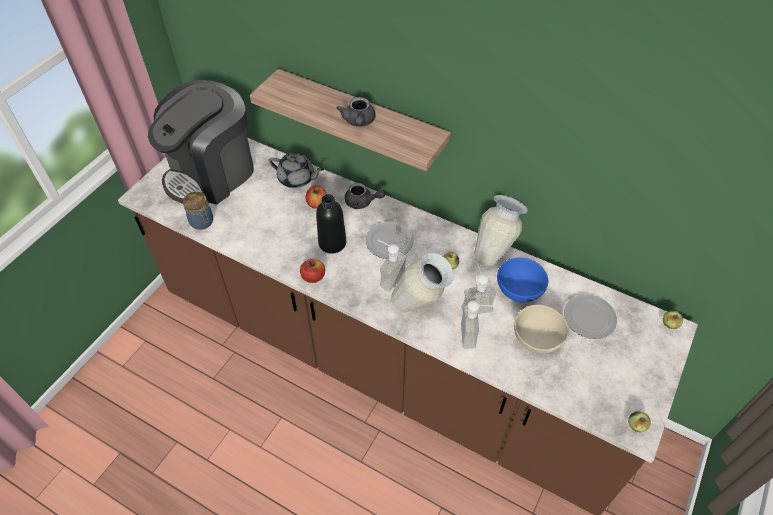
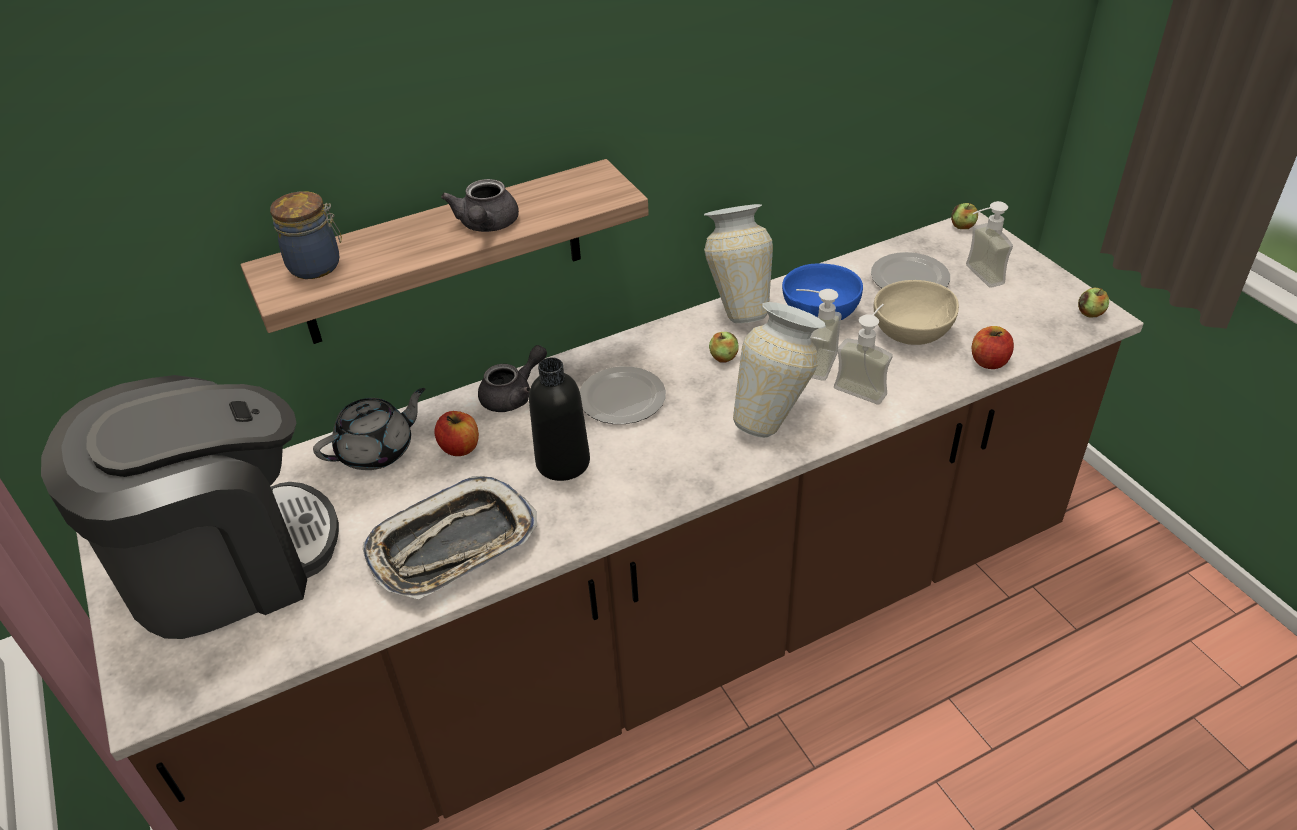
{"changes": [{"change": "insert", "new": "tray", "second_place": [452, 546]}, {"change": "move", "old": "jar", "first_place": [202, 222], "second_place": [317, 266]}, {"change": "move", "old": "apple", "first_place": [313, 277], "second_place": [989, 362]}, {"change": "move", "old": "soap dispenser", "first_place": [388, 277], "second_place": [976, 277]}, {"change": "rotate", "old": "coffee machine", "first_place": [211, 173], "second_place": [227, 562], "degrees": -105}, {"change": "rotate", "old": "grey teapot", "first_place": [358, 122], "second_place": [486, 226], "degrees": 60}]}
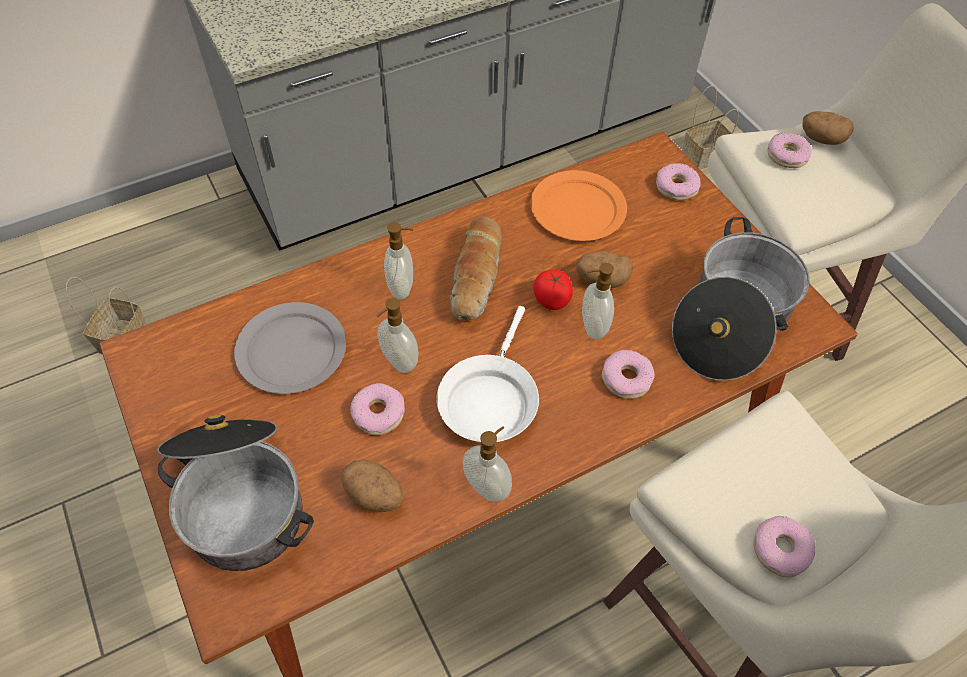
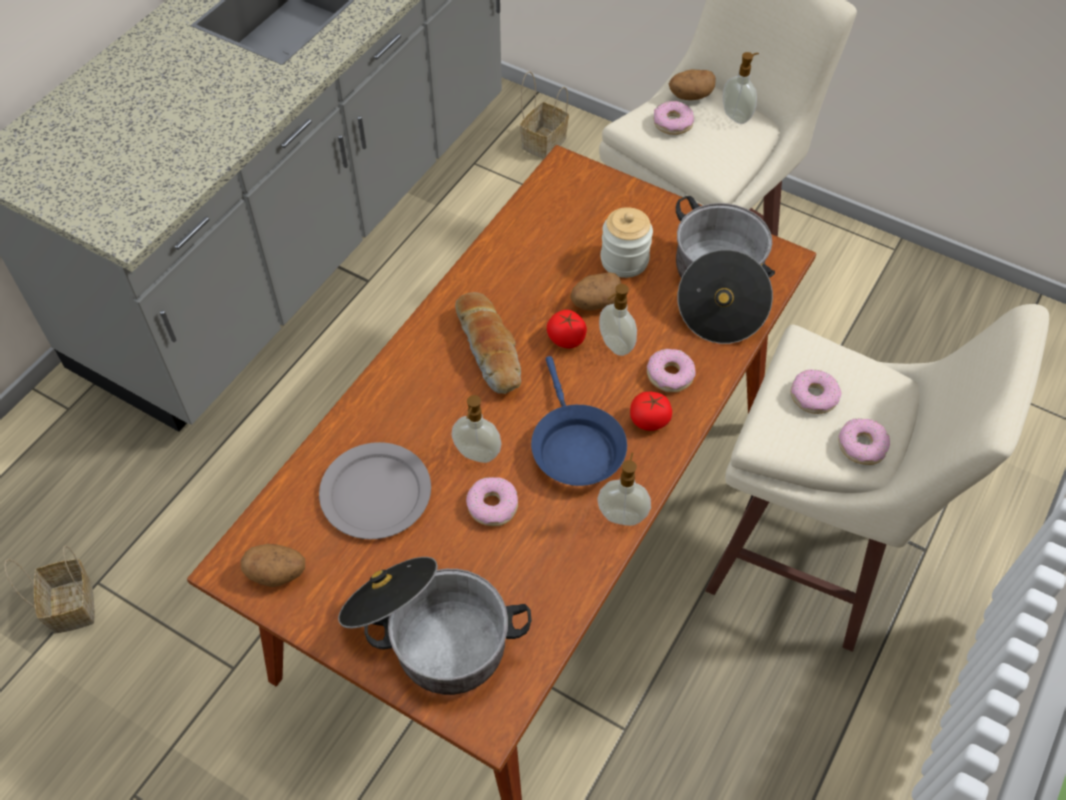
{"changes": [{"change": "delete", "old": "orange plate", "first_place": [578, 209]}, {"change": "insert", "new": "jar", "second_place": [624, 260]}, {"change": "insert", "new": "tomato", "second_place": [649, 420]}, {"change": "move", "old": "potato", "first_place": [375, 495], "second_place": [277, 573]}, {"change": "move", "old": "soap dispenser", "first_place": [402, 287], "second_place": [737, 116]}, {"change": "move", "old": "donut", "first_place": [676, 187], "second_place": [814, 396]}, {"change": "recolor", "old": "white frying pan", "new": "blue frying pan", "first_place": [489, 399], "second_place": [574, 447]}]}
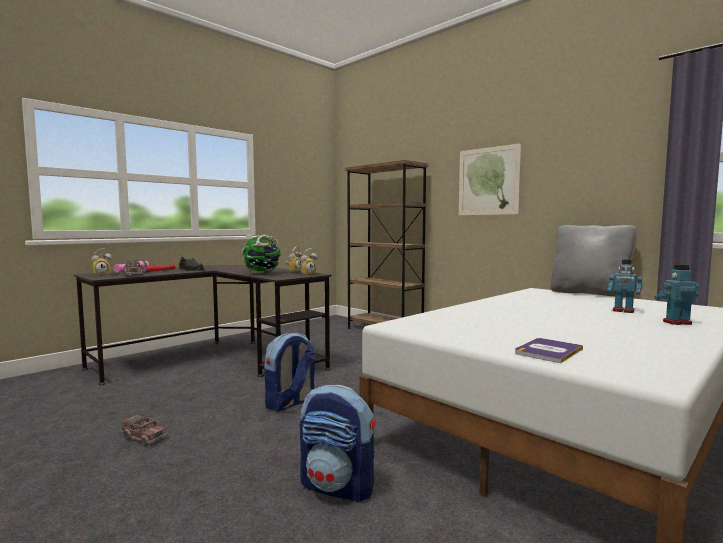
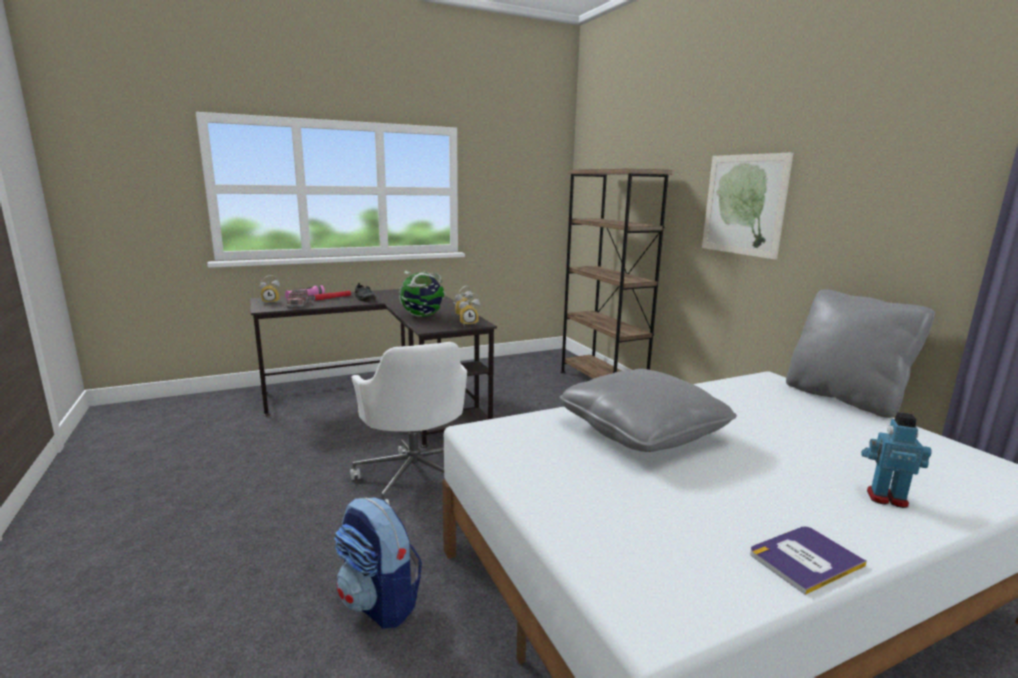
{"changes": [{"change": "delete", "old": "toy truck", "first_place": [143, 437]}, {"change": "delete", "old": "toy robot", "first_place": [623, 311]}, {"change": "insert", "new": "grey pillow", "second_place": [642, 431]}, {"change": "move", "old": "book", "first_place": [548, 351], "second_place": [805, 559]}, {"change": "replace", "old": "backpack", "new": "white office chair", "first_place": [290, 403], "second_place": [415, 476]}]}
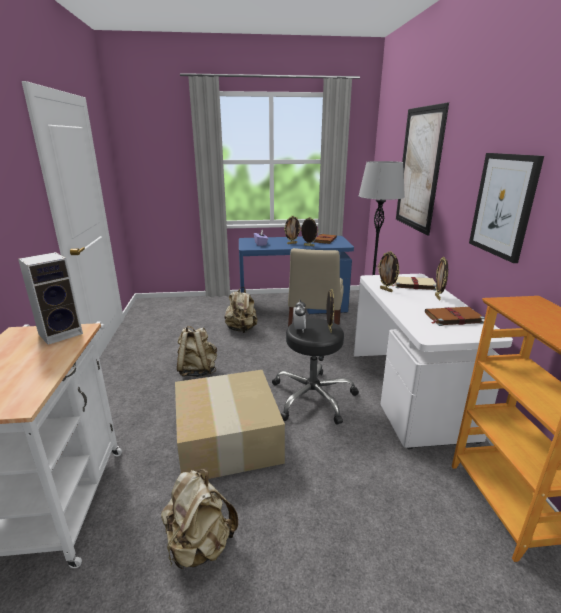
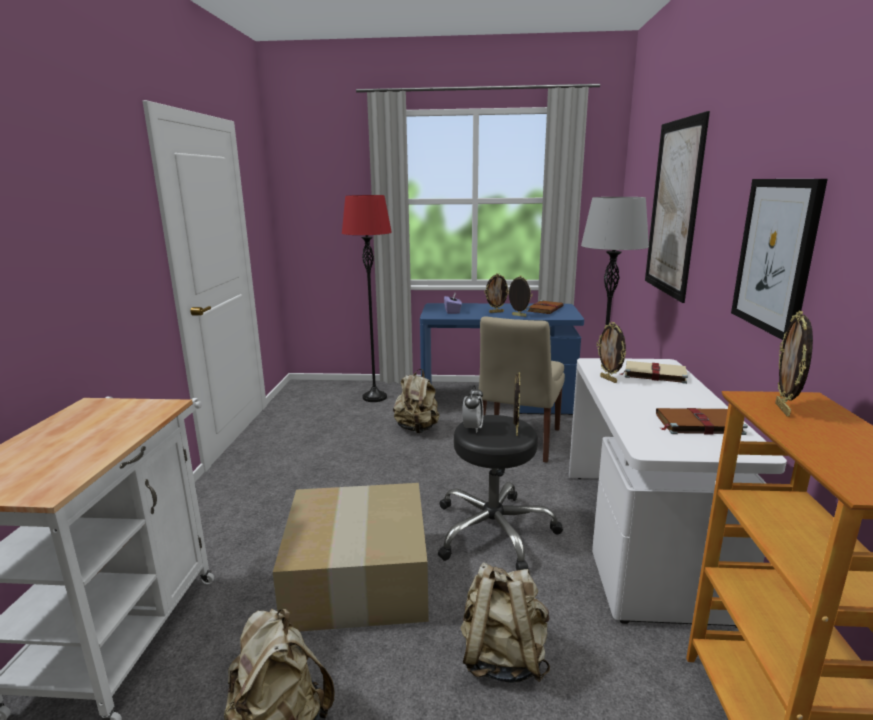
{"changes": [{"change": "delete", "old": "speaker", "first_place": [62, 333]}, {"change": "insert", "new": "red floor lamp", "second_place": [374, 397]}, {"change": "move", "old": "beige backpack", "first_place": [197, 371], "second_place": [502, 657]}, {"change": "move", "old": "picture frame", "first_place": [438, 297], "second_place": [784, 410]}]}
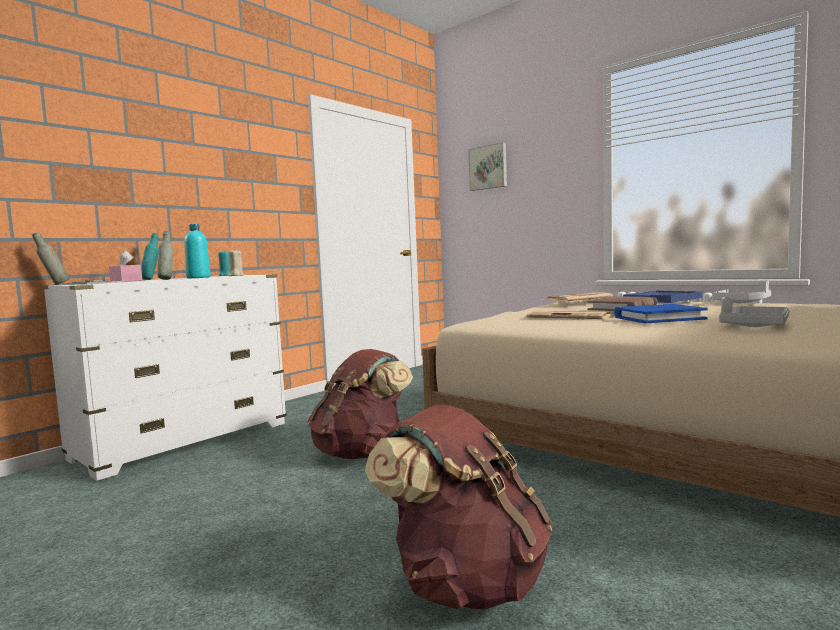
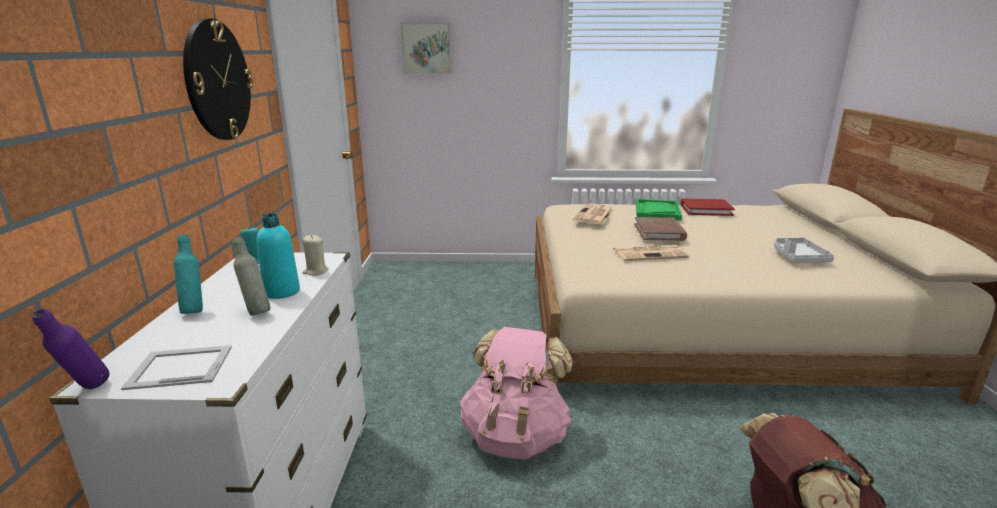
{"changes": [{"change": "delete", "old": "pink tissue box", "first_place": [126, 281]}, {"change": "delete", "old": "blue book", "first_place": [658, 318]}, {"change": "insert", "new": "wall clock", "second_place": [217, 81]}, {"change": "replace", "old": "grey tray", "new": "red book", "first_place": [742, 303], "second_place": [705, 210]}, {"change": "recolor", "old": "grey bottle", "new": "purple bottle", "first_place": [53, 284], "second_place": [86, 391]}, {"change": "recolor", "old": "brown backpack", "new": "pink backpack", "first_place": [361, 453], "second_place": [516, 436]}, {"change": "recolor", "old": "blue tray", "new": "green tray", "first_place": [662, 299], "second_place": [657, 211]}]}
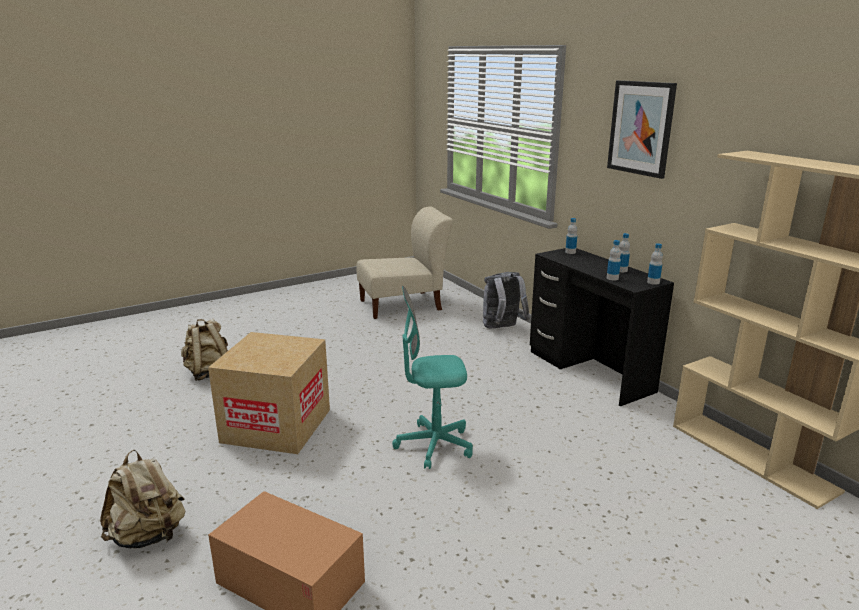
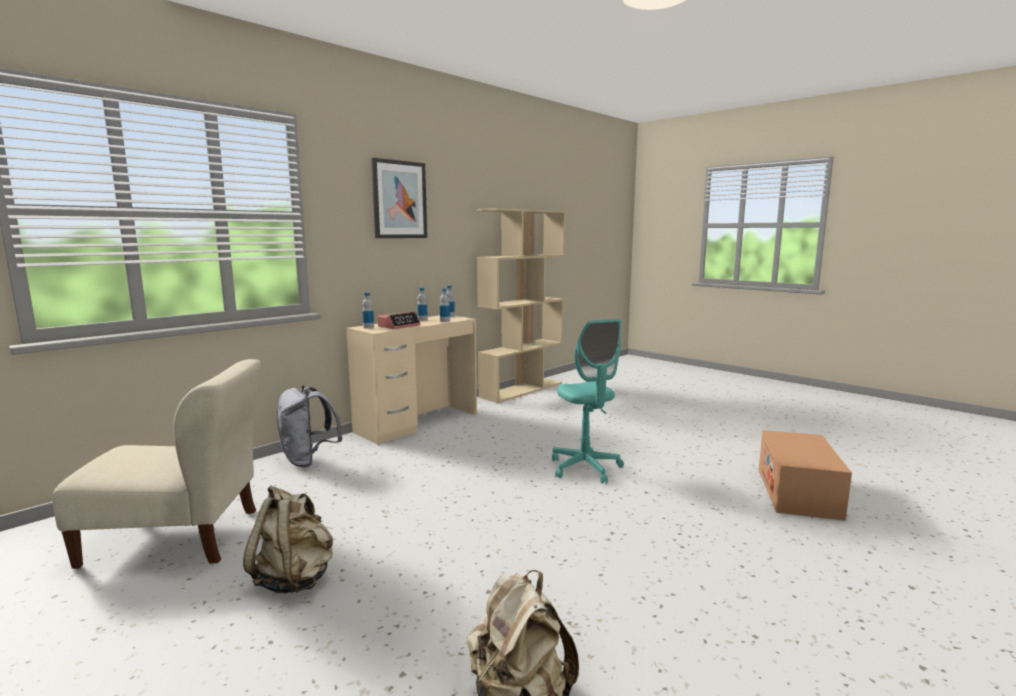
{"changes": [{"change": "delete", "old": "cardboard box", "first_place": [276, 425]}, {"change": "insert", "new": "alarm clock", "second_place": [399, 326]}, {"change": "move", "old": "beige backpack", "first_place": [149, 536], "second_place": [294, 579]}, {"change": "recolor", "old": "black desk", "new": "beige desk", "first_place": [590, 371], "second_place": [417, 423]}, {"change": "rotate", "old": "beige chair", "first_place": [404, 305], "second_place": [179, 538], "degrees": 120}]}
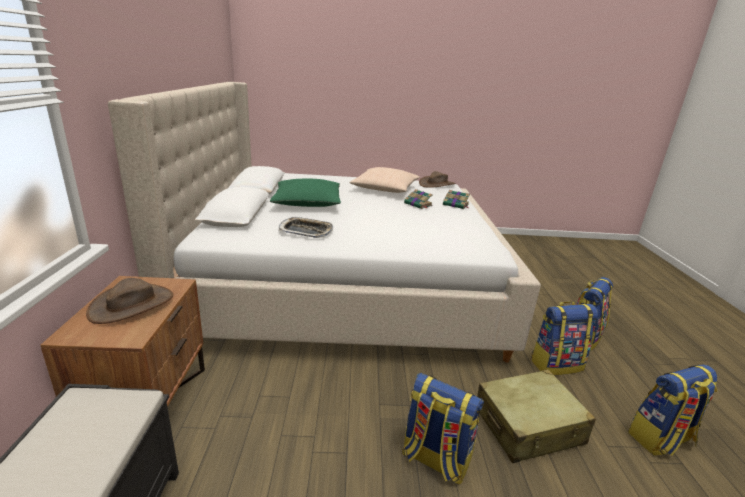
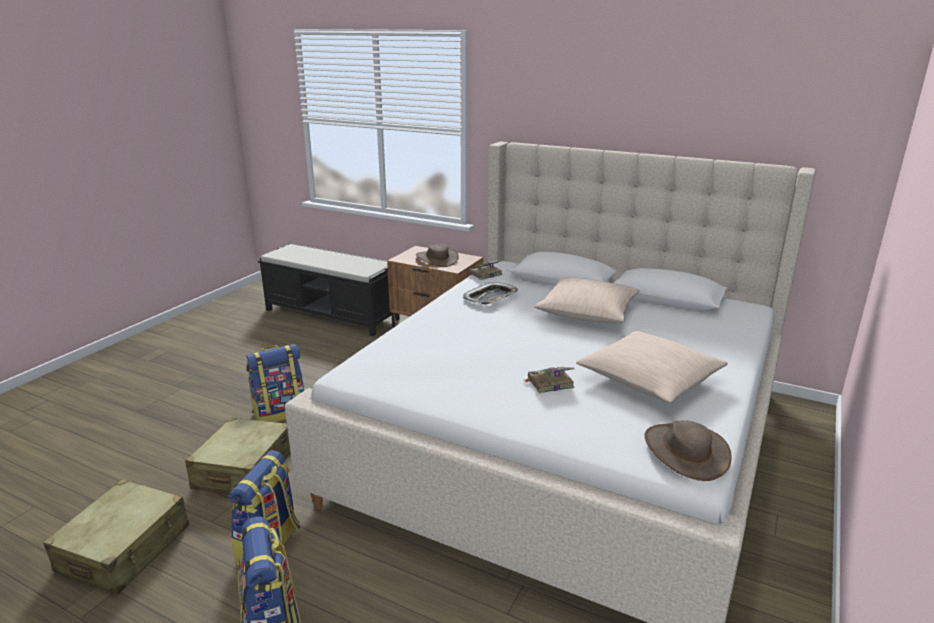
{"changes": [{"change": "move", "old": "book", "first_place": [456, 205], "second_place": [485, 274]}, {"change": "replace", "old": "backpack", "new": "beige suitcase", "first_place": [661, 439], "second_place": [125, 549]}, {"change": "recolor", "old": "green pillow", "new": "beige pillow", "first_place": [307, 203], "second_place": [587, 312]}]}
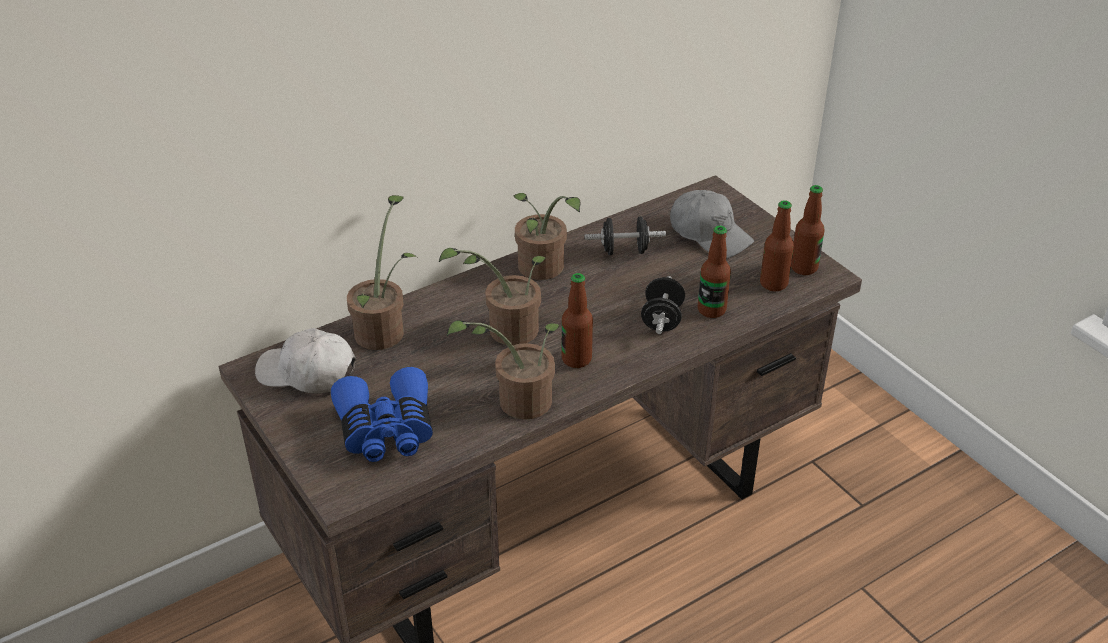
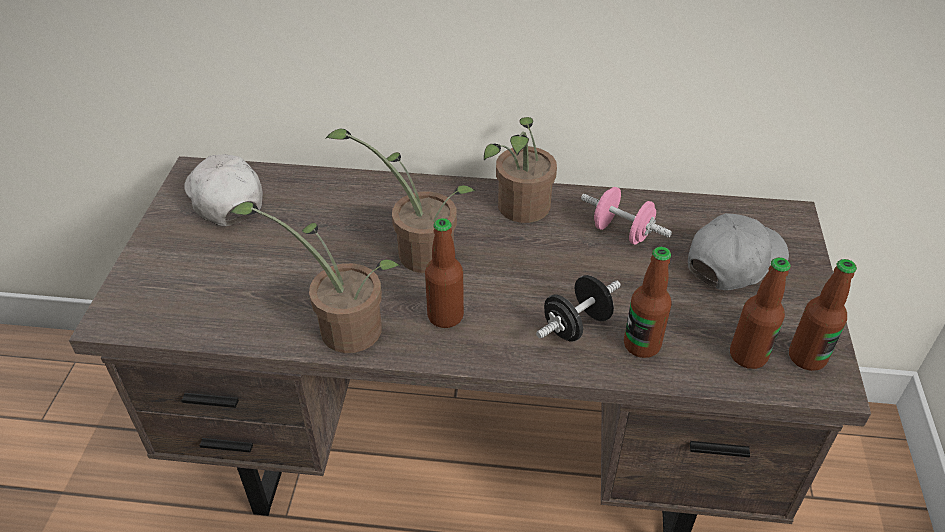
{"changes": [{"change": "delete", "old": "blue binoculars", "first_place": [386, 430]}, {"change": "delete", "old": "potted plant", "first_place": [384, 329]}, {"change": "recolor", "old": "black dumbbell", "new": "pink dumbbell", "first_place": [624, 251], "second_place": [622, 232]}, {"change": "rotate", "old": "grey cap", "first_place": [709, 234], "second_place": [734, 261], "degrees": -120}]}
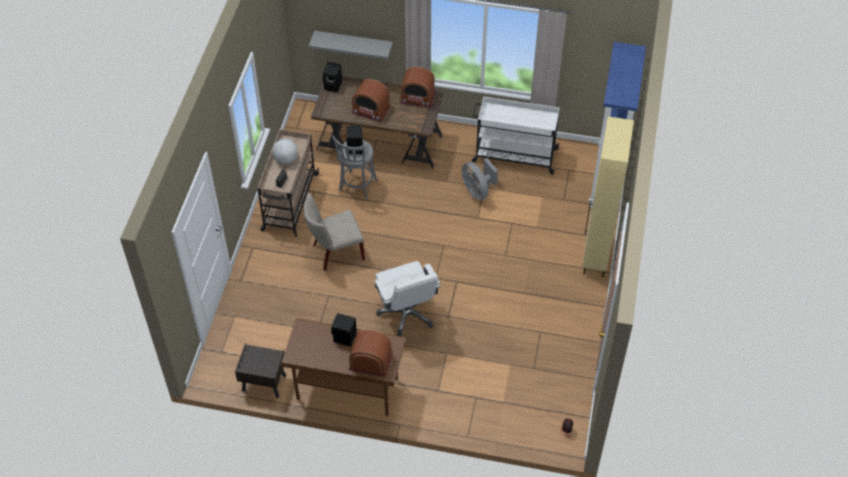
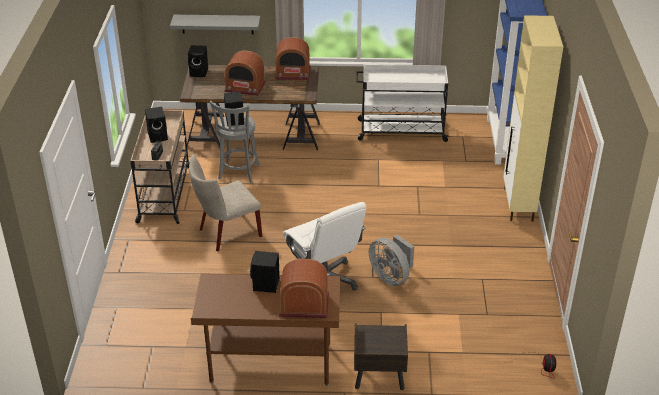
{"changes": [{"change": "move", "old": "brown nightstand", "first_place": [263, 383], "second_place": [378, 377]}, {"change": "move", "old": "grey fan", "first_place": [477, 190], "second_place": [391, 277]}, {"change": "replace", "old": "globe", "new": "black speaker", "first_place": [286, 159], "second_place": [158, 136]}]}
